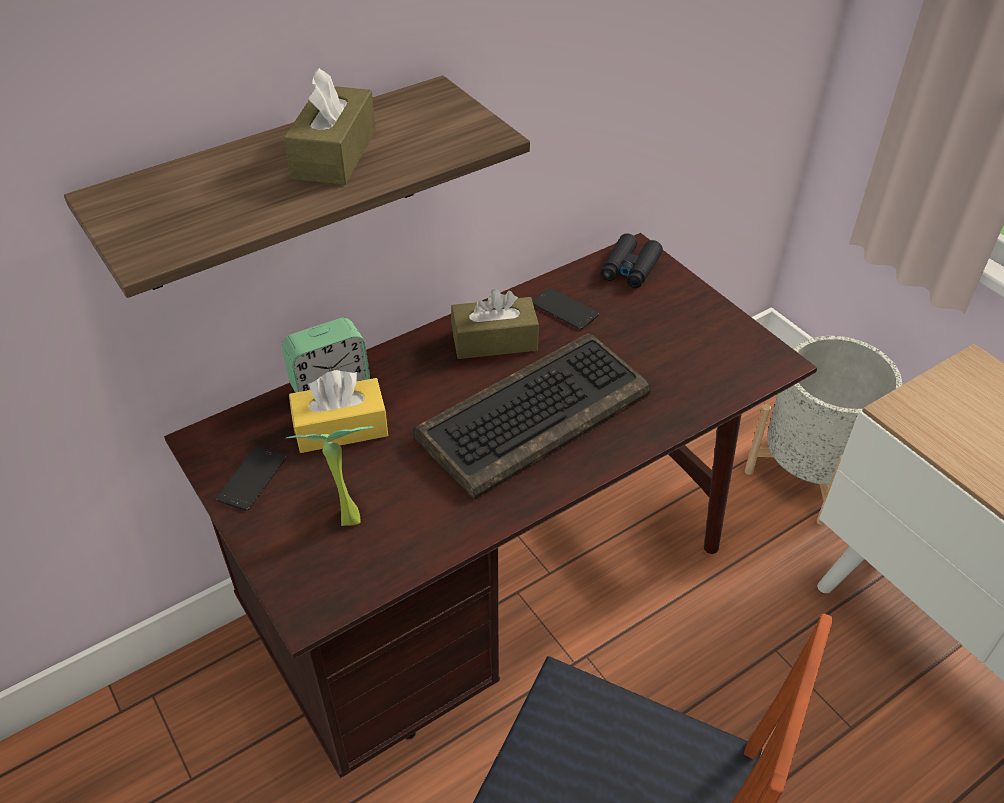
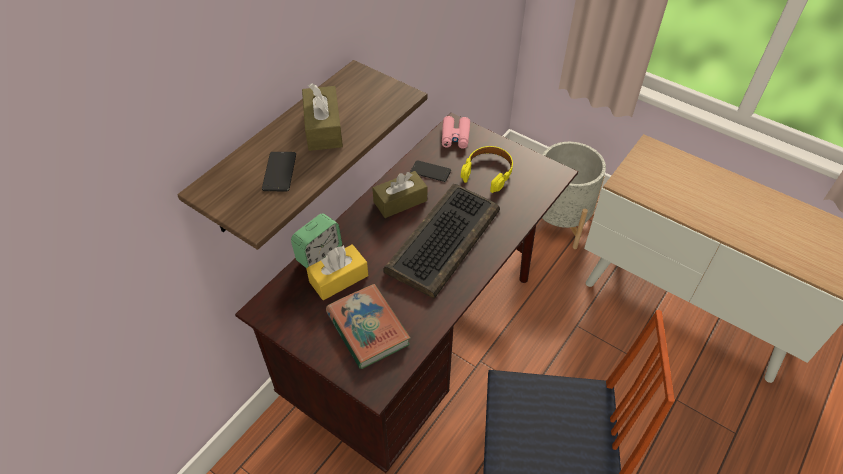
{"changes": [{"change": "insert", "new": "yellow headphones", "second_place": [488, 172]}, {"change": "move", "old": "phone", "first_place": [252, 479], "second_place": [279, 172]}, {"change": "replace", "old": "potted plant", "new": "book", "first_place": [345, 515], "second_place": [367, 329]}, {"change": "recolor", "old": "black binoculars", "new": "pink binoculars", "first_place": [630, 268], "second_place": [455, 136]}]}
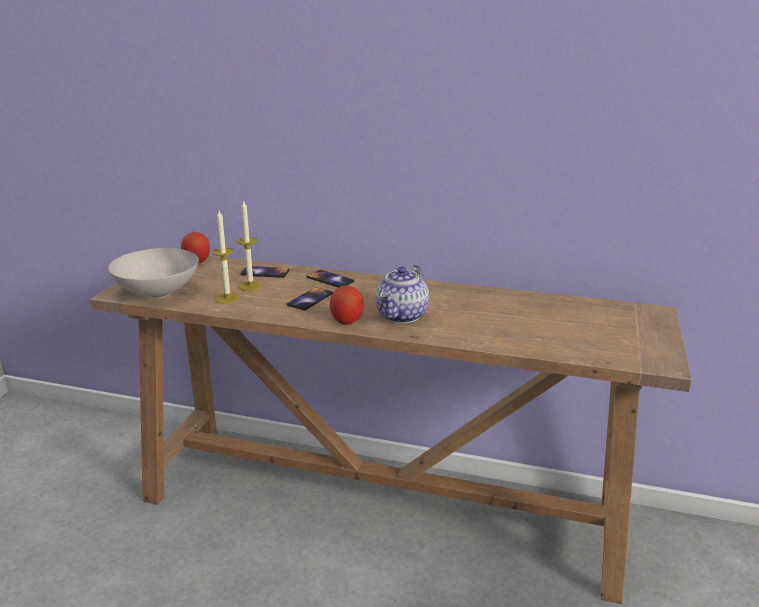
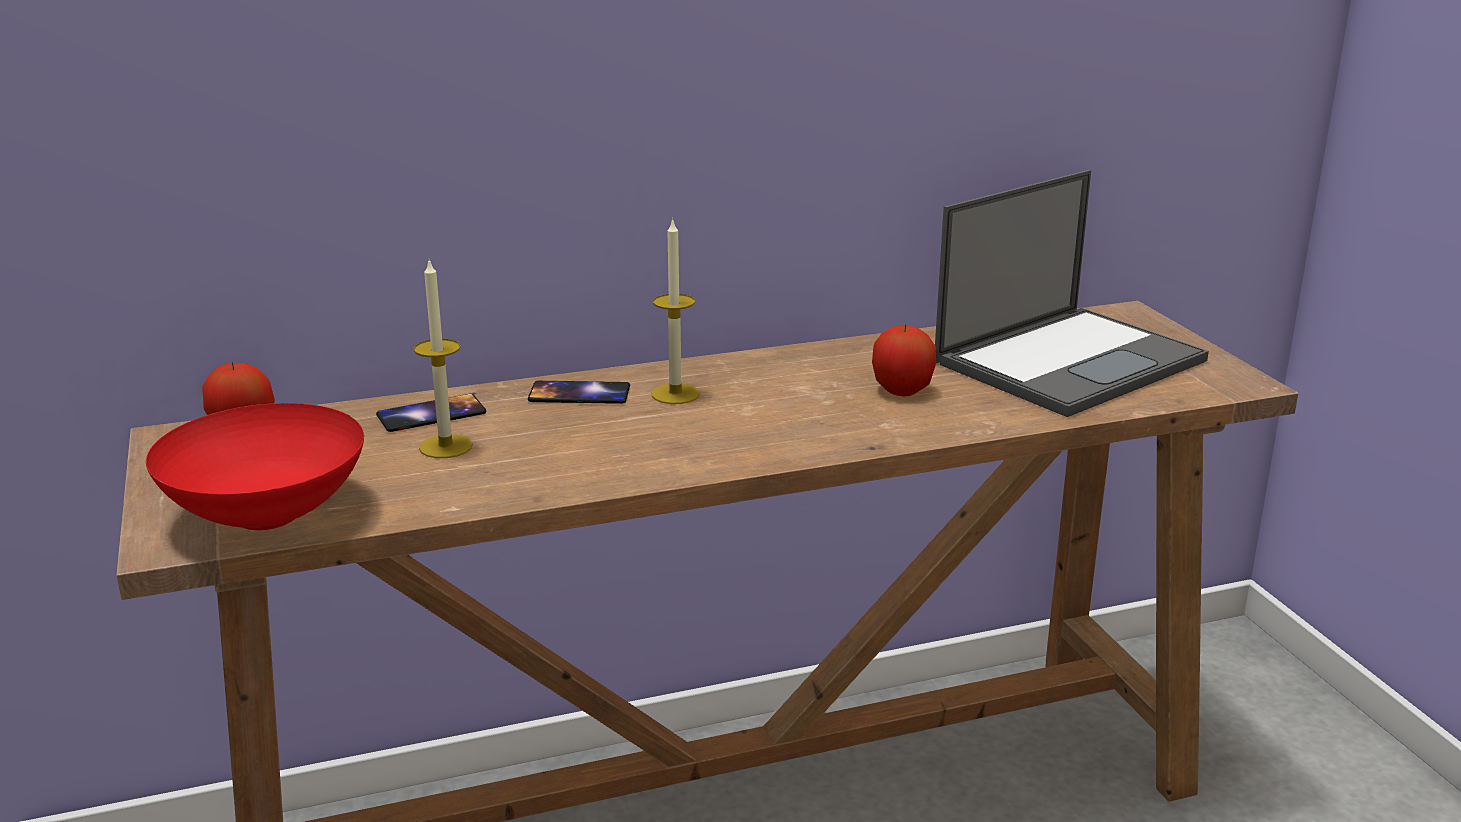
{"changes": [{"change": "delete", "old": "phone", "first_place": [310, 299]}, {"change": "delete", "old": "teapot", "first_place": [402, 316]}, {"change": "insert", "new": "laptop", "second_place": [1070, 360]}, {"change": "move", "old": "candle", "first_place": [227, 298], "second_place": [675, 394]}, {"change": "move", "old": "apple", "first_place": [347, 321], "second_place": [902, 390]}, {"change": "recolor", "old": "white bowl", "new": "red bowl", "first_place": [157, 293], "second_place": [266, 517]}]}
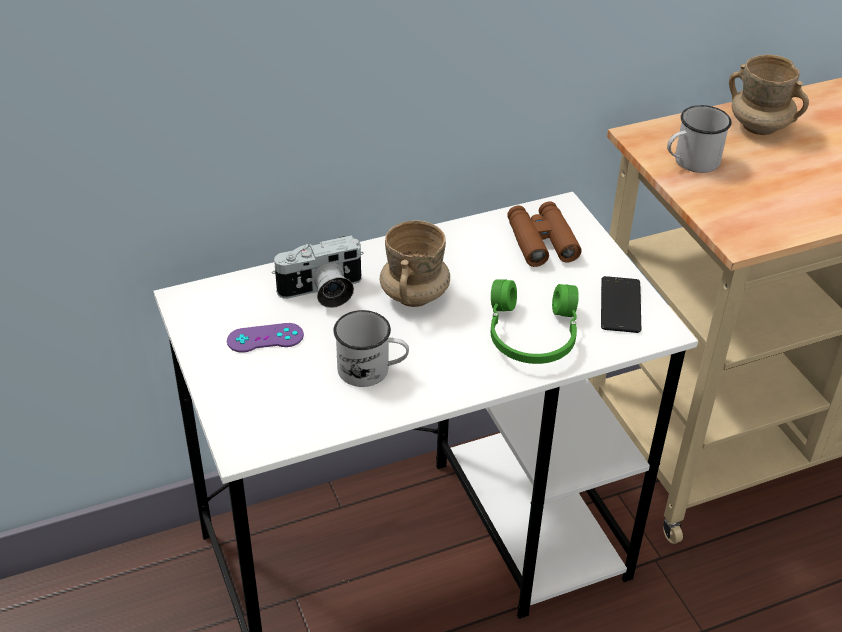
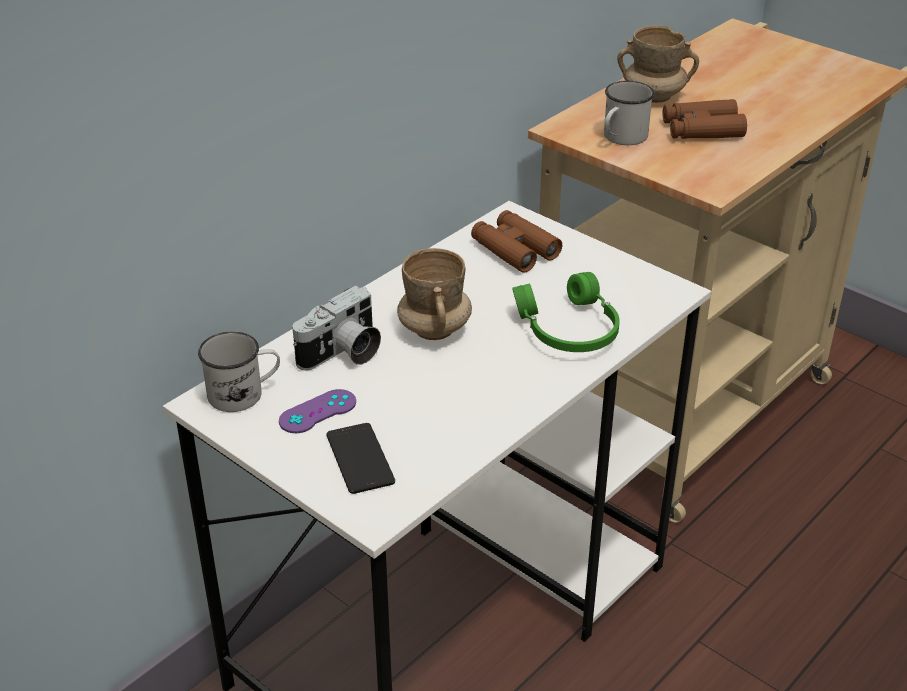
{"changes": [{"change": "insert", "new": "brown binoculars", "second_place": [702, 130]}, {"change": "move", "old": "white mug", "first_place": [371, 370], "second_place": [244, 394]}, {"change": "move", "old": "phone", "first_place": [620, 305], "second_place": [360, 459]}]}
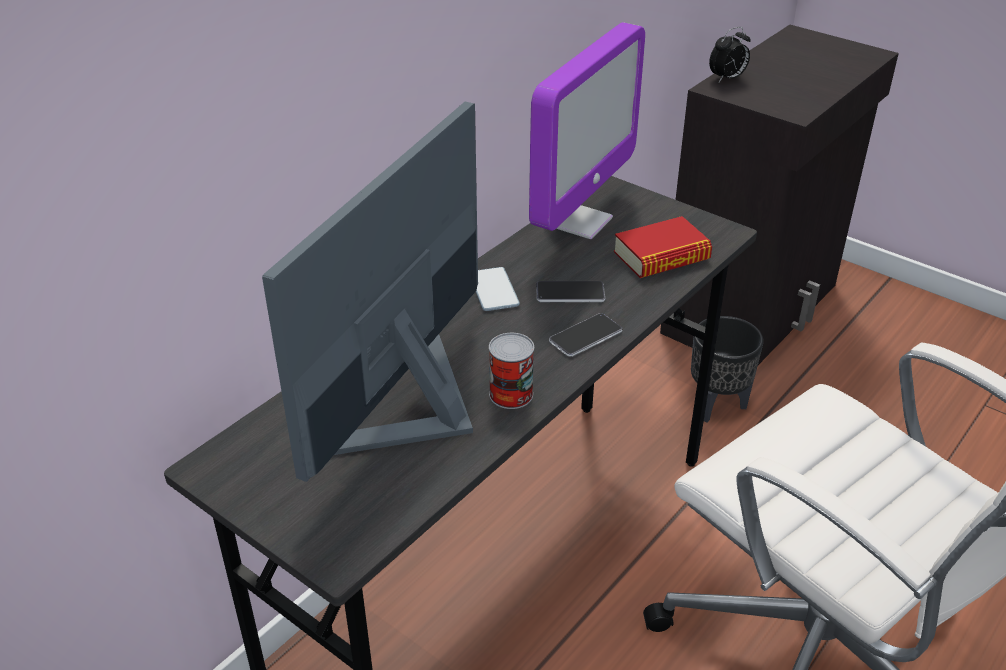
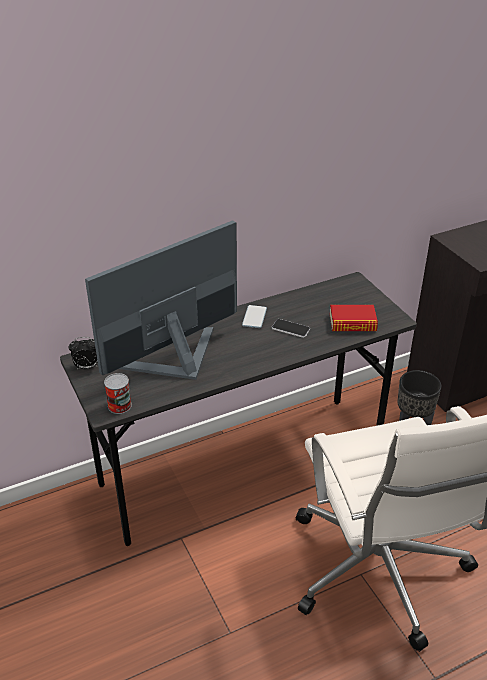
{"changes": [{"change": "delete", "old": "monitor", "first_place": [578, 221]}, {"change": "delete", "old": "phone", "first_place": [585, 336]}, {"change": "move", "old": "can", "first_place": [511, 394], "second_place": [119, 405]}, {"change": "move", "old": "alarm clock", "first_place": [727, 79], "second_place": [87, 367]}]}
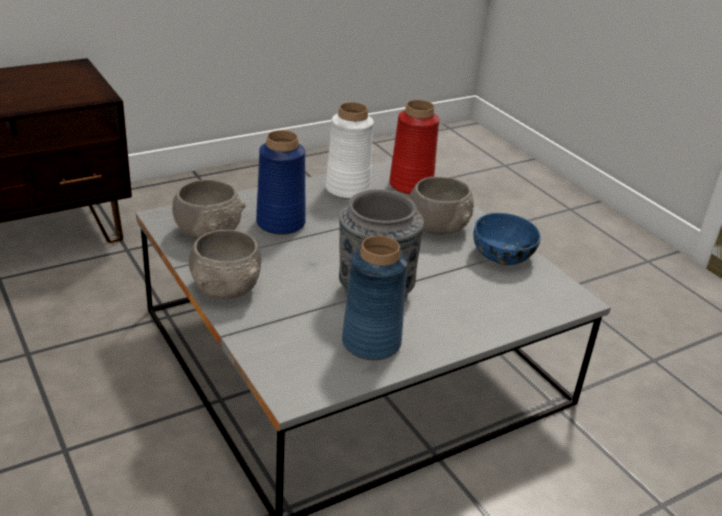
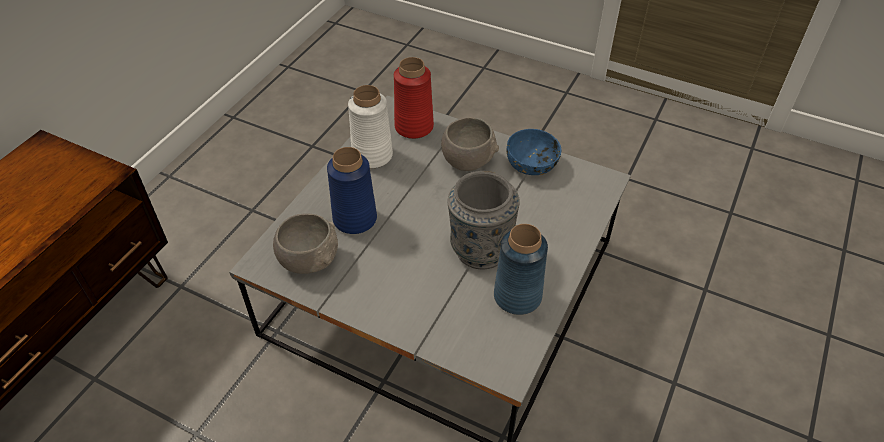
{"changes": [{"change": "delete", "old": "grey bowl", "first_place": [227, 288]}]}
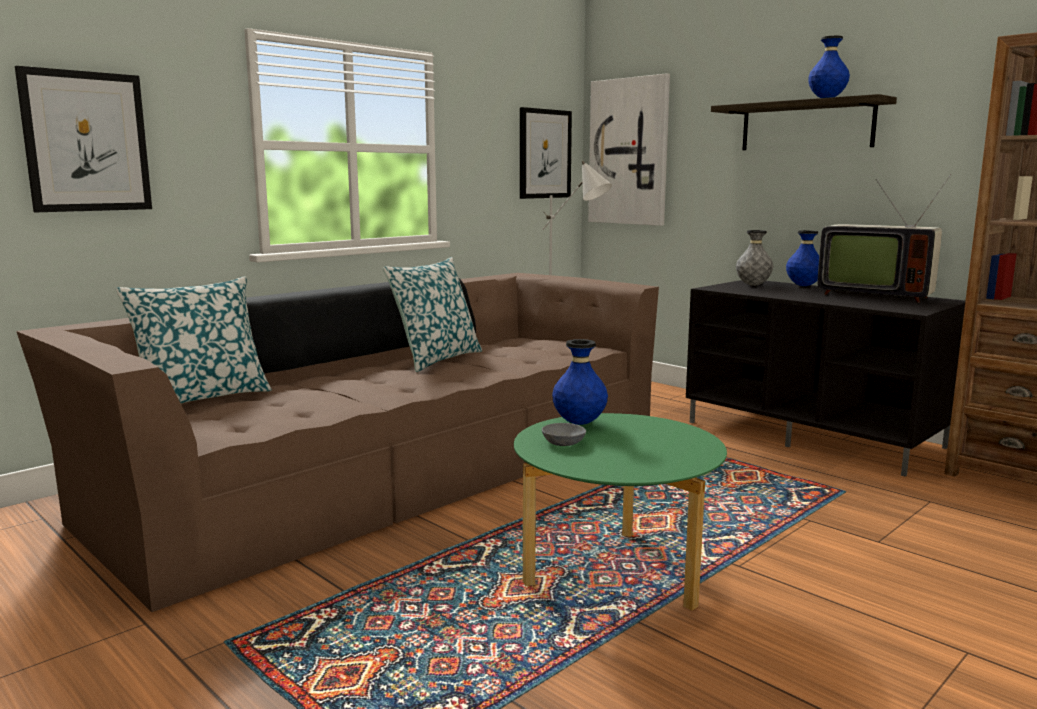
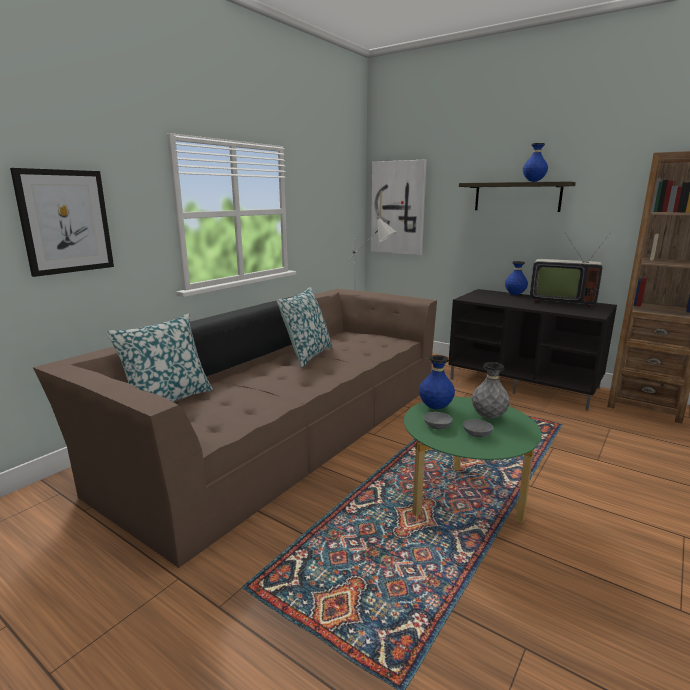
{"changes": [{"change": "delete", "old": "picture", "first_place": [544, 154]}, {"change": "insert", "new": "grey bowl", "second_place": [477, 433]}, {"change": "move", "old": "grey vase", "first_place": [753, 285], "second_place": [488, 417]}]}
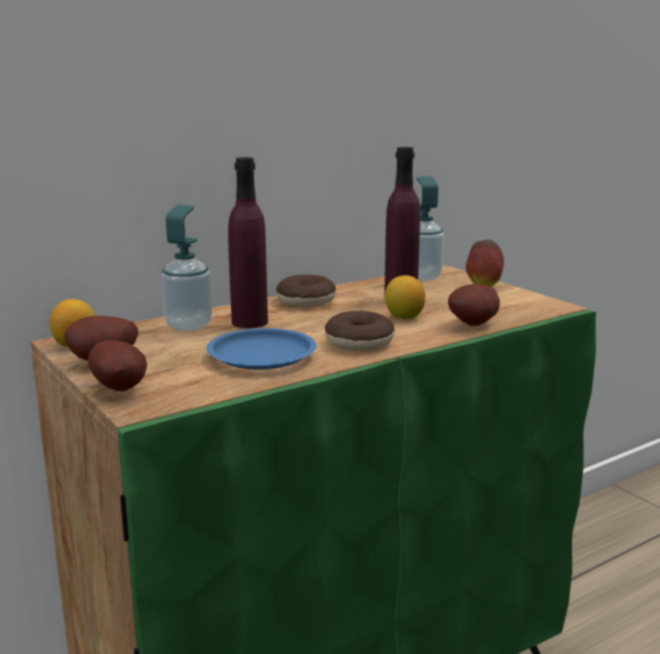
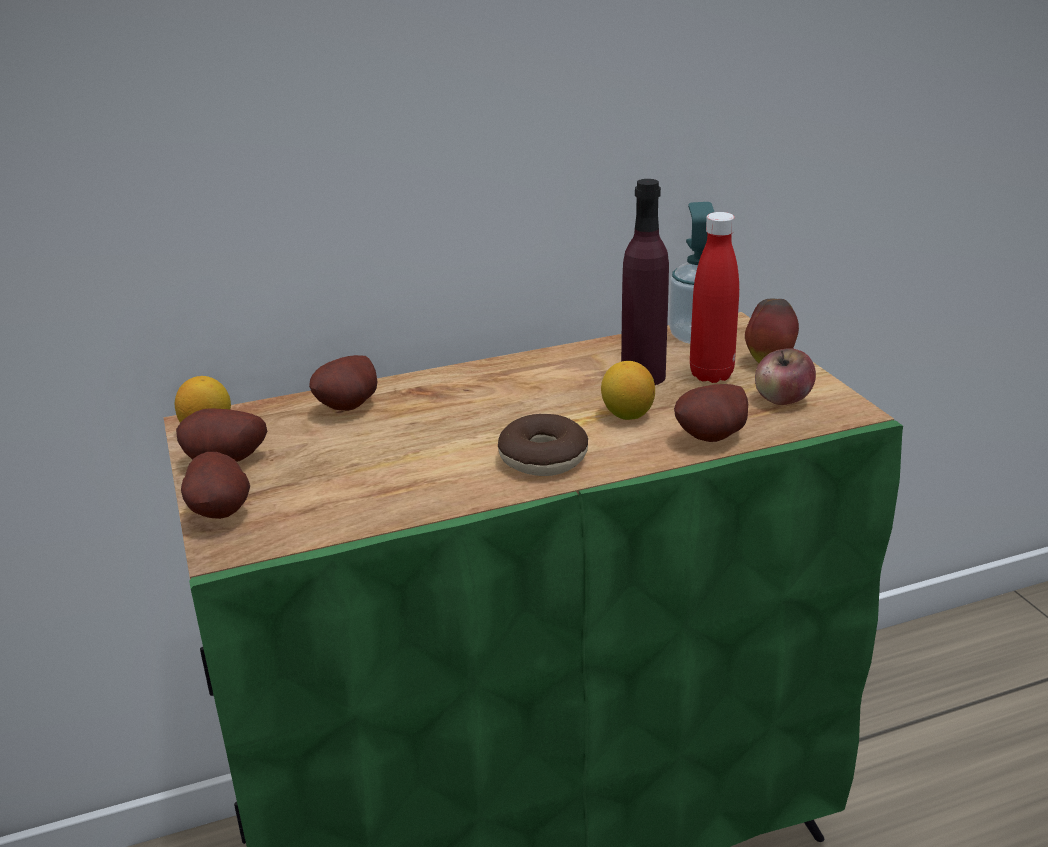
{"changes": [{"change": "delete", "old": "blue plate", "first_place": [263, 356]}, {"change": "delete", "old": "purple bottle", "first_place": [249, 322]}, {"change": "delete", "old": "donut", "first_place": [306, 301]}, {"change": "insert", "new": "red bottle", "second_place": [711, 375]}, {"change": "insert", "new": "apple", "second_place": [782, 399]}, {"change": "replace", "old": "soap dispenser", "new": "potato", "first_place": [188, 326], "second_place": [351, 407]}]}
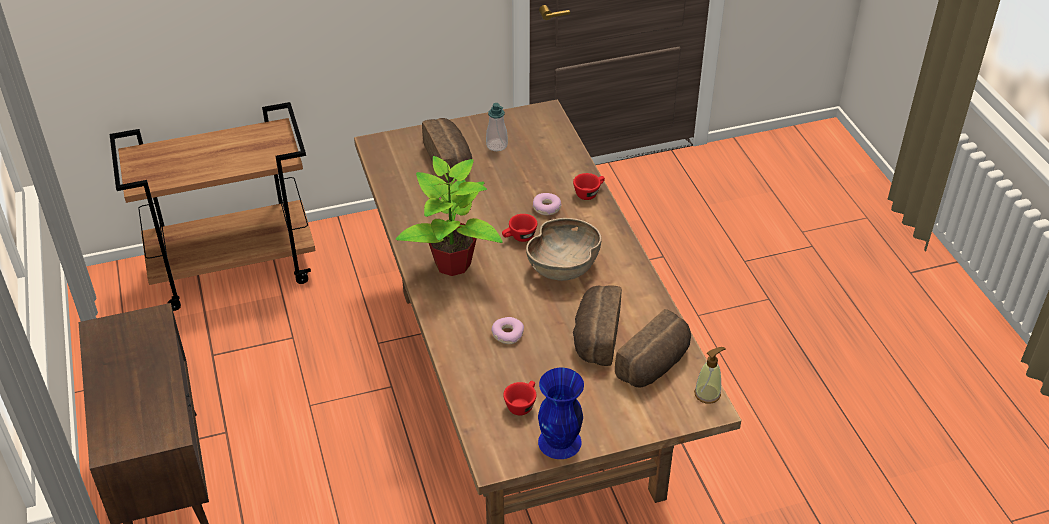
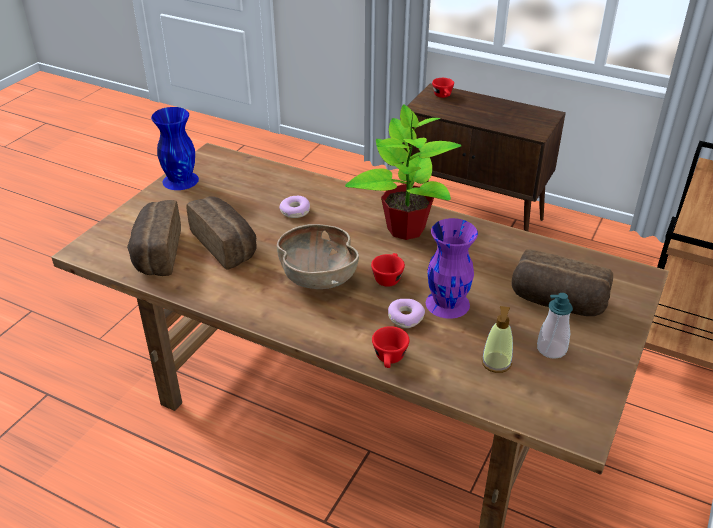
{"changes": [{"change": "insert", "new": "purple vase", "second_place": [448, 303]}, {"change": "move", "old": "red cup", "first_place": [522, 404], "second_place": [443, 96]}, {"change": "move", "old": "soap dispenser", "first_place": [707, 394], "second_place": [496, 363]}]}
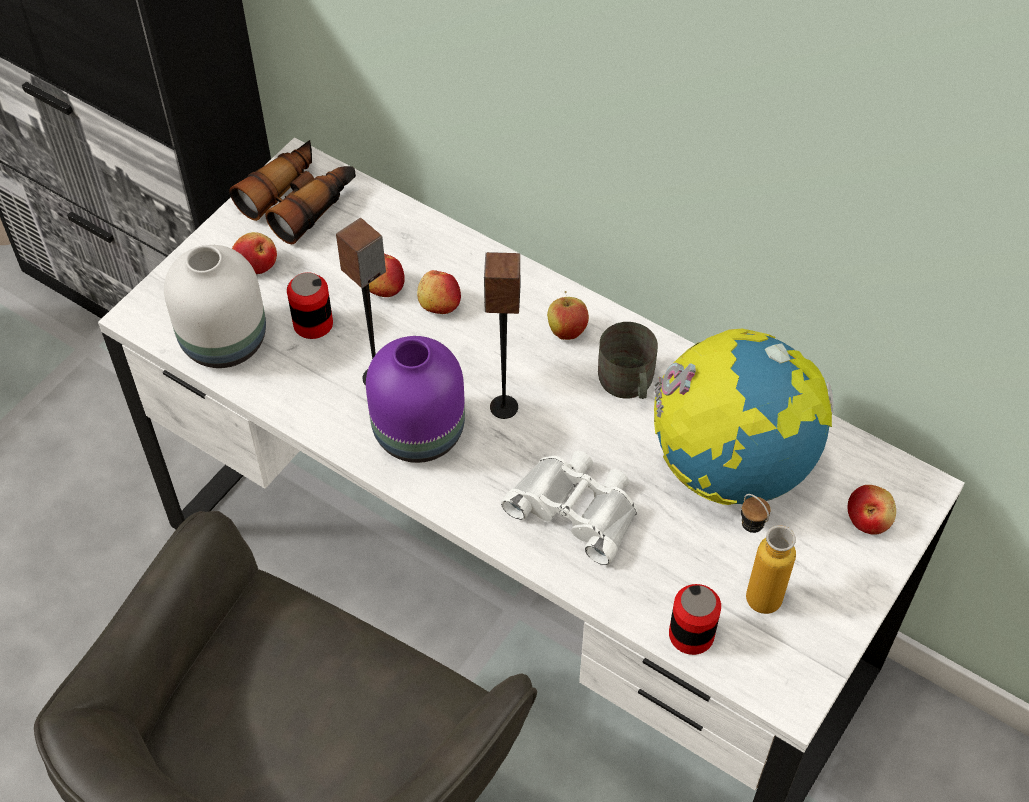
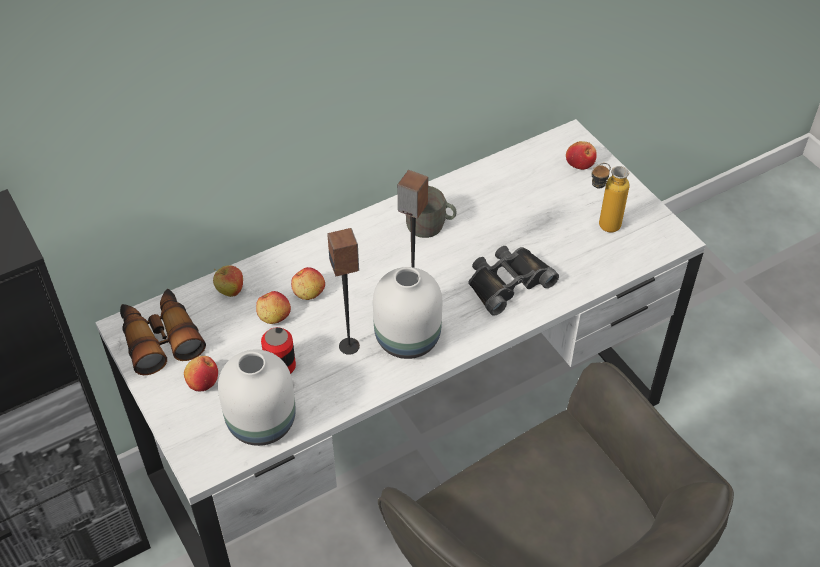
{"changes": [{"change": "delete", "old": "globe", "first_place": [731, 465]}, {"change": "delete", "old": "can", "first_place": [691, 635]}, {"change": "move", "old": "apple", "first_place": [567, 331], "second_place": [230, 291]}, {"change": "recolor", "old": "purple vase", "new": "white vase", "first_place": [418, 435], "second_place": [409, 339]}, {"change": "recolor", "old": "white binoculars", "new": "black binoculars", "first_place": [576, 508], "second_place": [507, 282]}]}
